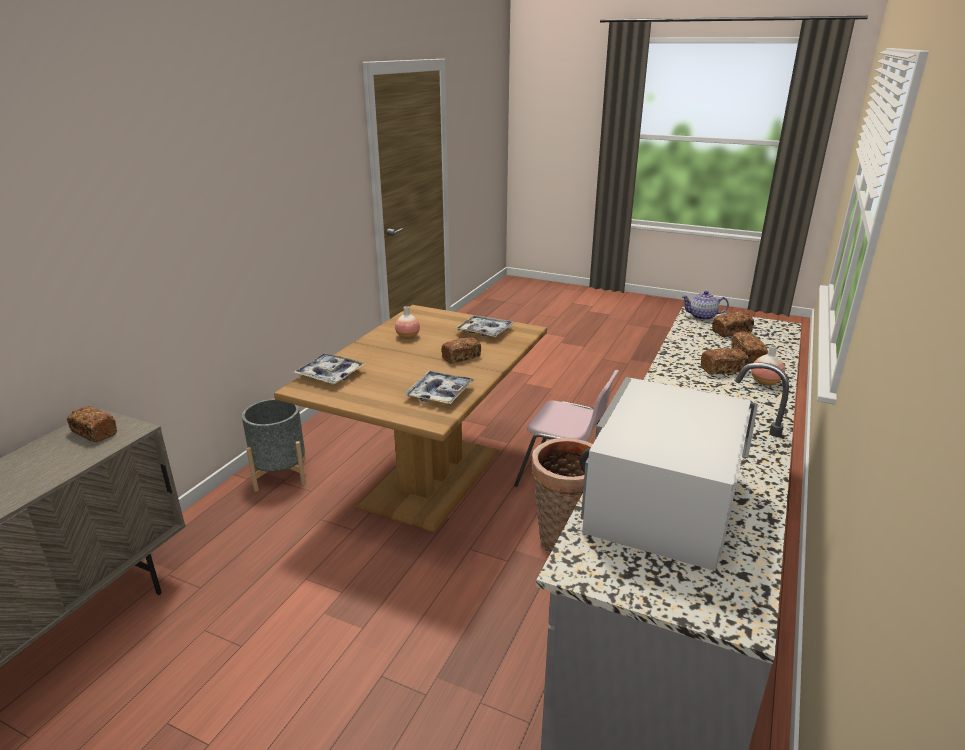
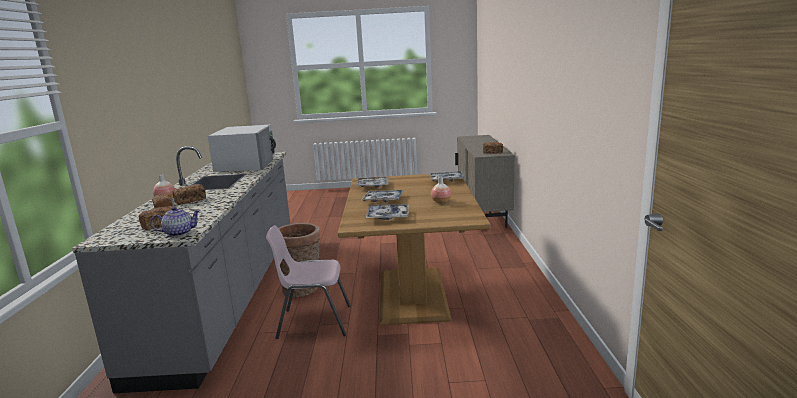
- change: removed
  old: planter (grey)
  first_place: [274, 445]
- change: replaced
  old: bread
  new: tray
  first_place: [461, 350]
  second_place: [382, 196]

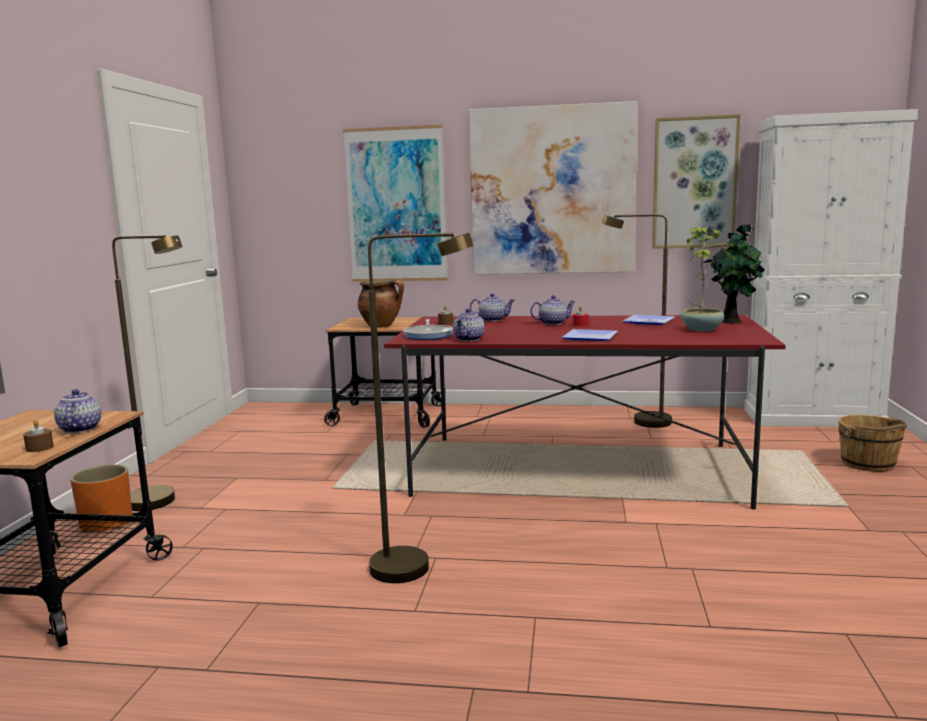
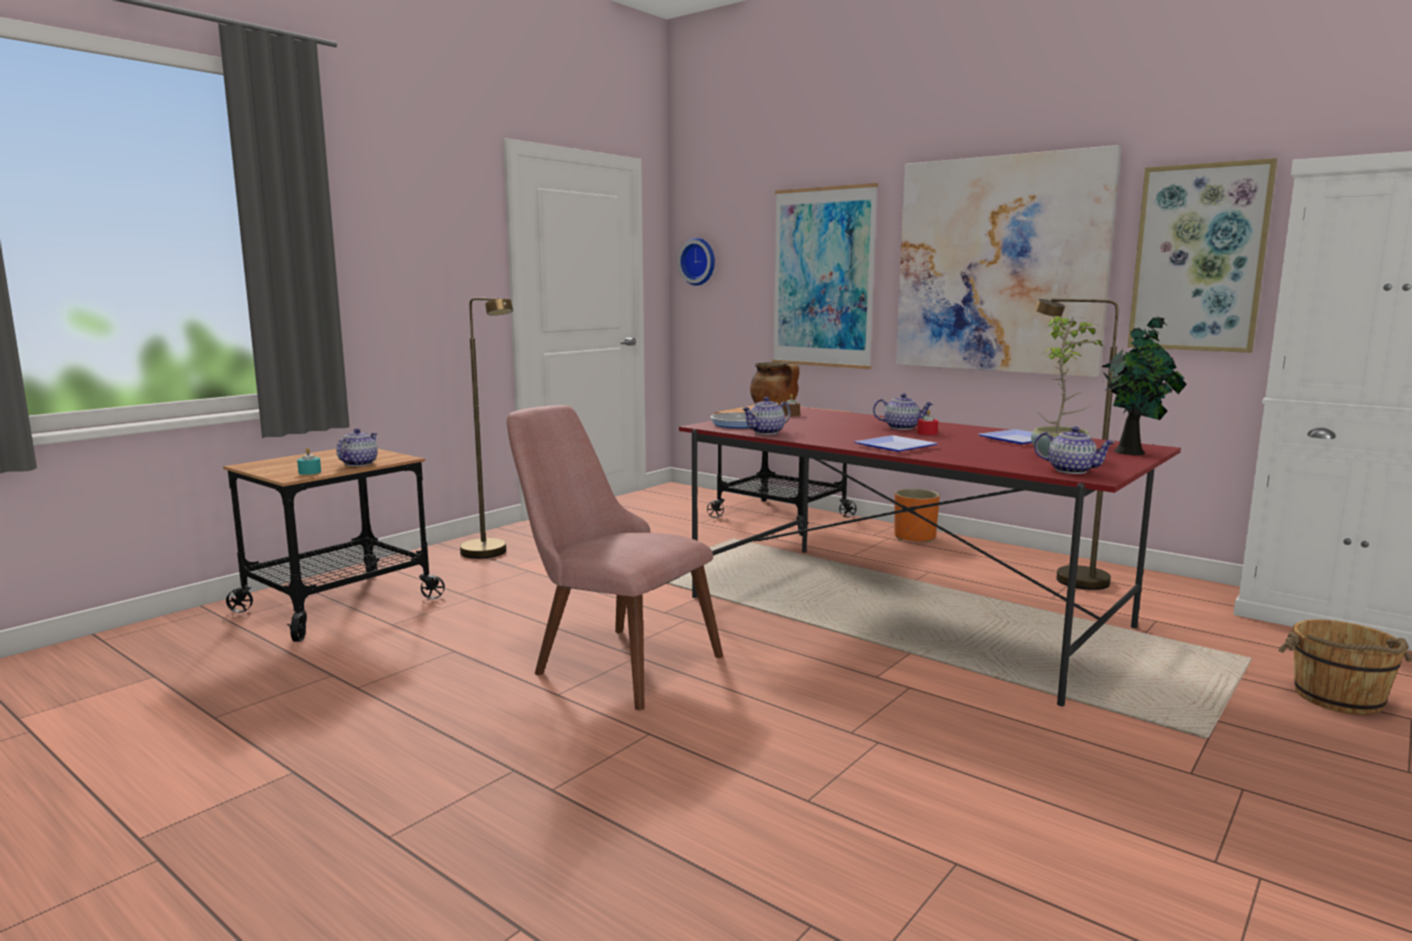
- change: recoloured
  old: candle (brown)
  new: candle (turquoise)
  first_place: [38, 436]
  second_place: [309, 461]
- change: moved
  old: planter (orange)
  first_place: [101, 499]
  second_place: [917, 516]
- change: replaced
  old: floor lamp (brown)
  new: chair (pink)
  first_place: [421, 408]
  second_place: [614, 557]
- change: moved
  old: teapot
  first_place: [492, 307]
  second_place: [1075, 450]
- change: added
  new: wall clock
  second_place: [696, 262]

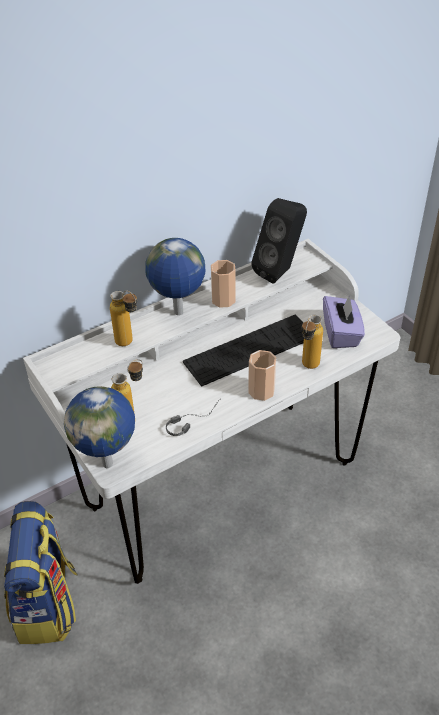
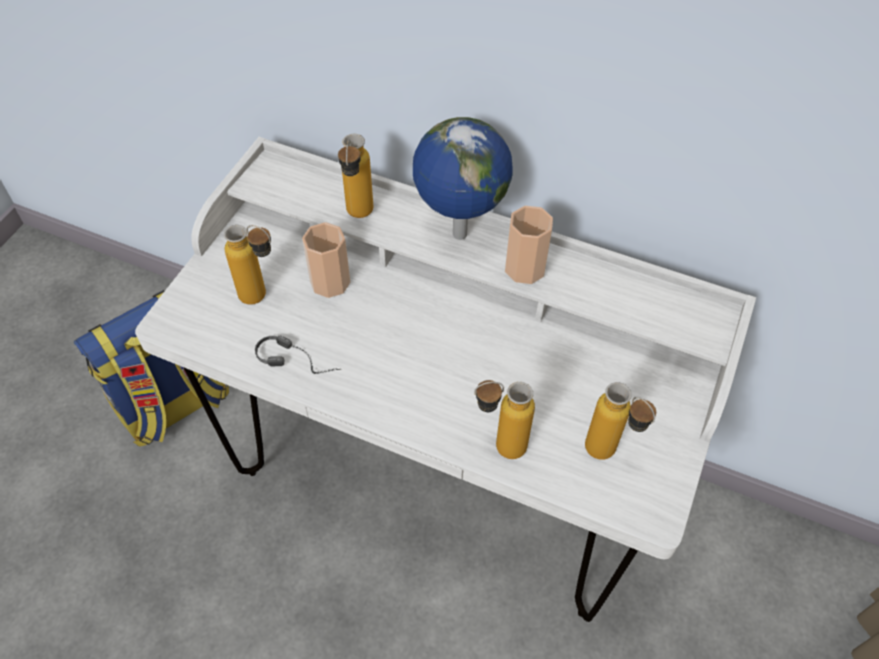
- change: removed
  old: globe
  first_place: [99, 427]
- change: removed
  old: keyboard
  first_place: [243, 350]
- change: moved
  old: cup
  first_place: [262, 375]
  second_place: [326, 260]
- change: removed
  old: speaker (black)
  first_place: [279, 240]
- change: replaced
  old: tissue box (purple)
  new: bottle
  first_place: [344, 321]
  second_place: [620, 421]

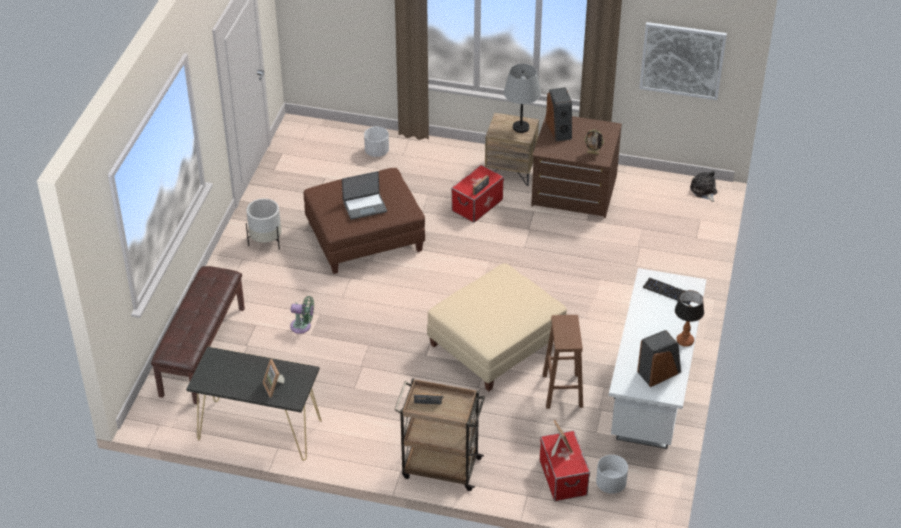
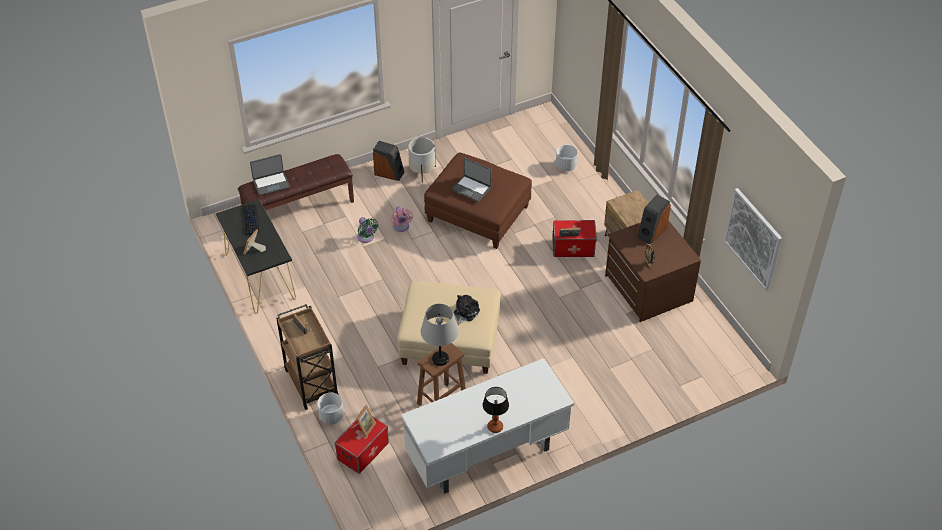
- change: moved
  old: table lamp (grey)
  first_place: [522, 98]
  second_place: [440, 335]
- change: moved
  old: planter (white)
  first_place: [612, 474]
  second_place: [330, 408]
- change: moved
  old: speaker
  first_place: [659, 358]
  second_place: [388, 161]
- change: moved
  old: keyboard
  first_place: [667, 291]
  second_place: [251, 220]
- change: moved
  old: plush toy
  first_place: [703, 186]
  second_place: [467, 310]
- change: added
  new: laptop
  second_place: [270, 175]
- change: added
  new: fan (pink)
  second_place: [401, 219]

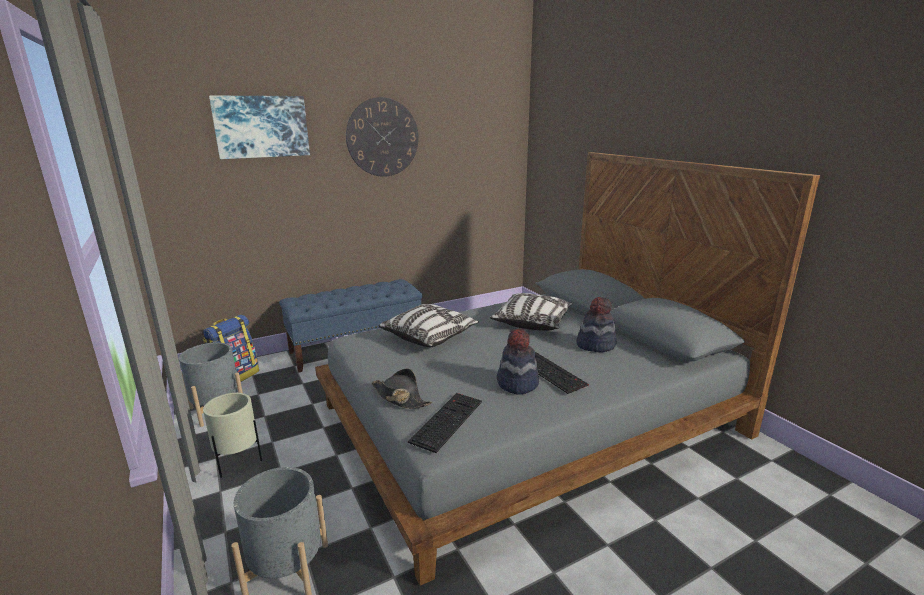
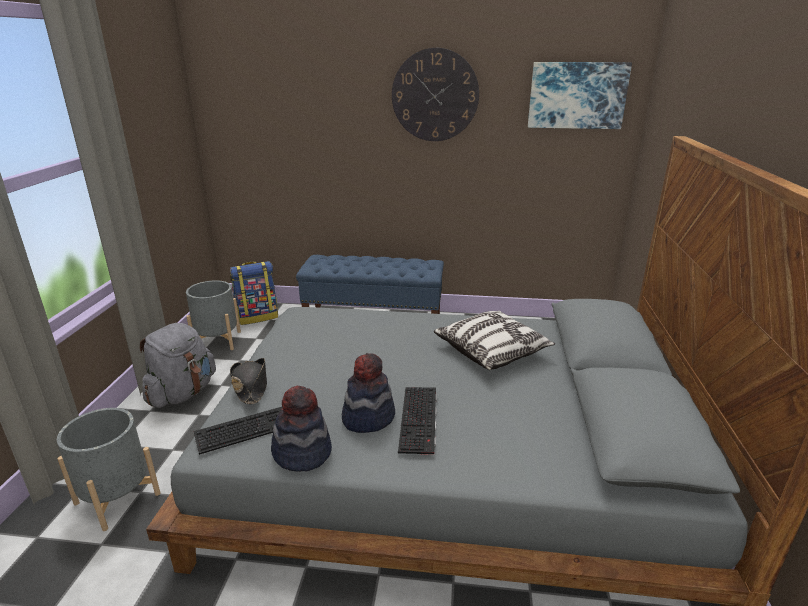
- change: replaced
  old: planter (beige)
  new: backpack (grey)
  first_place: [232, 435]
  second_place: [178, 365]
- change: moved
  old: picture
  first_place: [259, 127]
  second_place: [580, 95]
- change: removed
  old: pillow
  first_place: [428, 325]
- change: moved
  old: hat
  first_place: [596, 324]
  second_place: [301, 429]

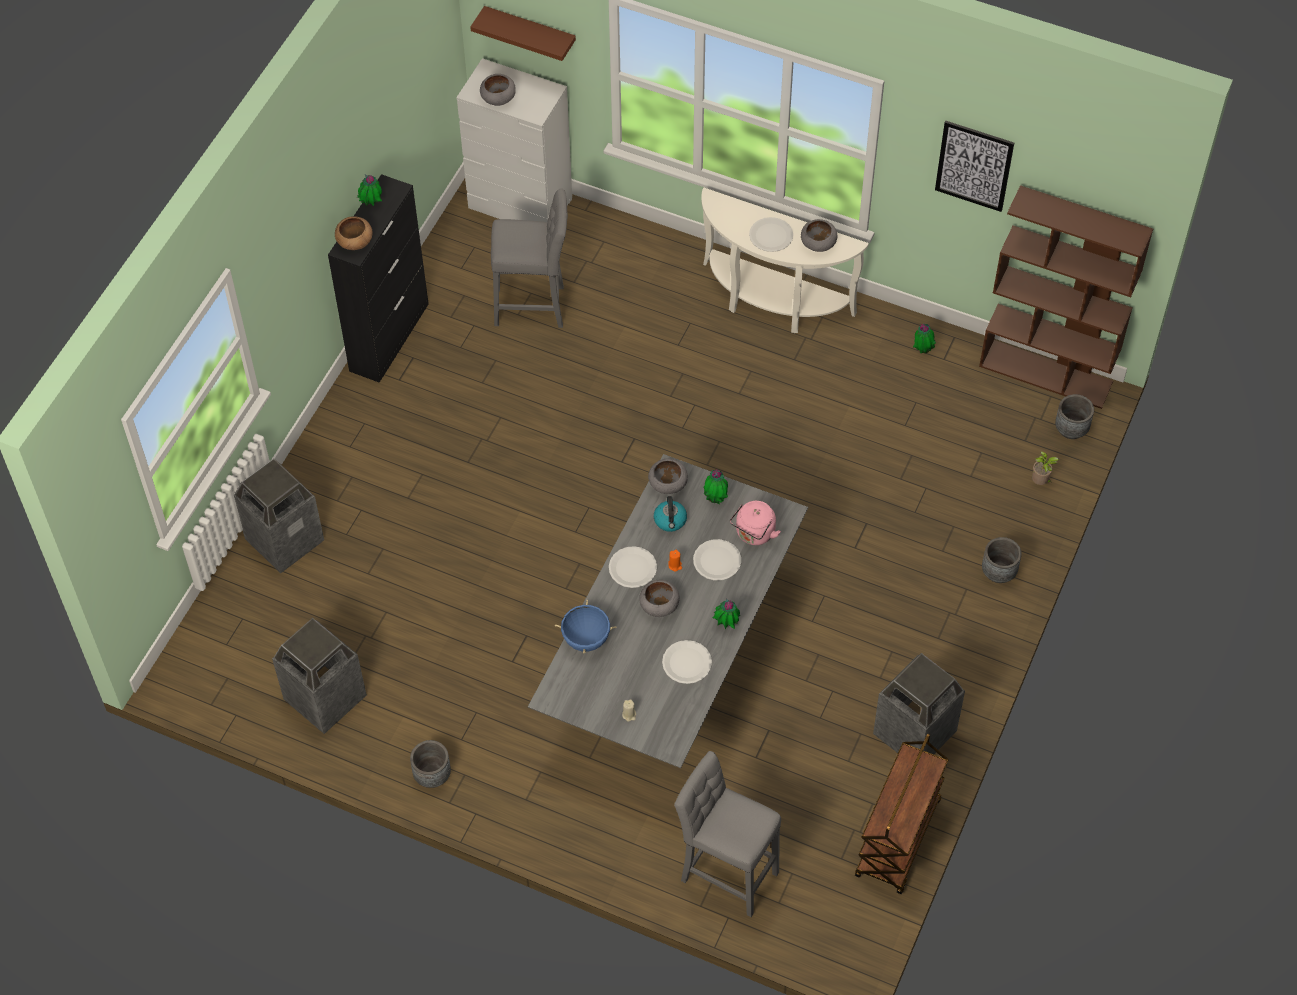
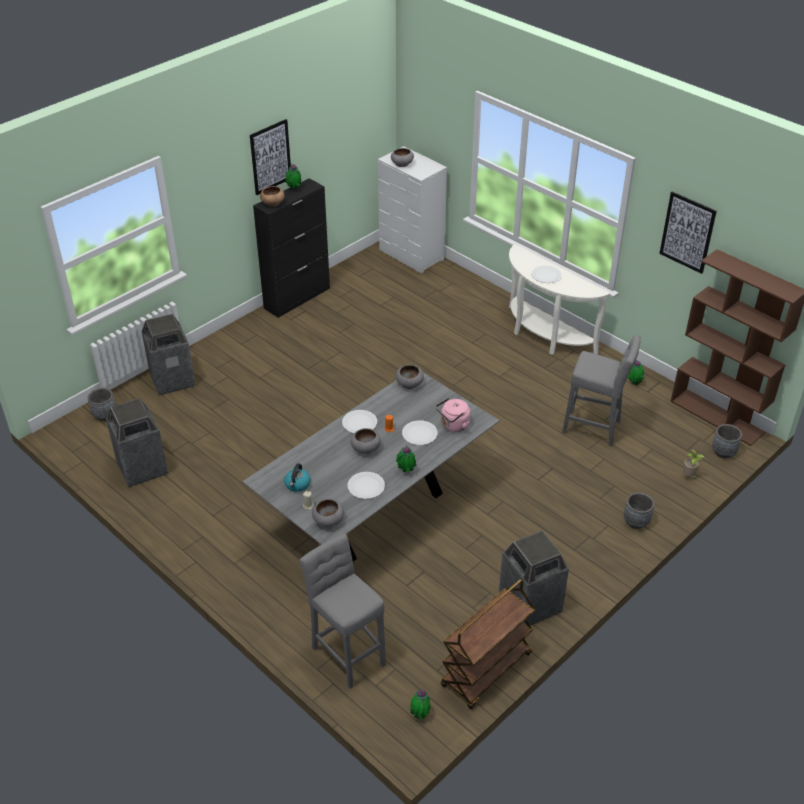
- change: moved
  old: planter (grey)
  first_place: [430, 764]
  second_place: [101, 404]
- change: removed
  old: shelf (brown)
  first_place: [523, 33]
- change: moved
  old: stool (grey)
  first_place: [529, 258]
  second_place: [601, 390]
- change: removed
  old: cooking pot (blue)
  first_place: [585, 626]
- change: moved
  old: kettle
  first_place: [670, 514]
  second_place: [297, 477]
- change: moved
  old: potted plant
  first_place: [715, 487]
  second_place: [420, 704]
- change: moved
  old: bowl (grey)
  first_place: [819, 235]
  second_place: [328, 513]
- change: added
  new: picture
  second_place: [270, 157]

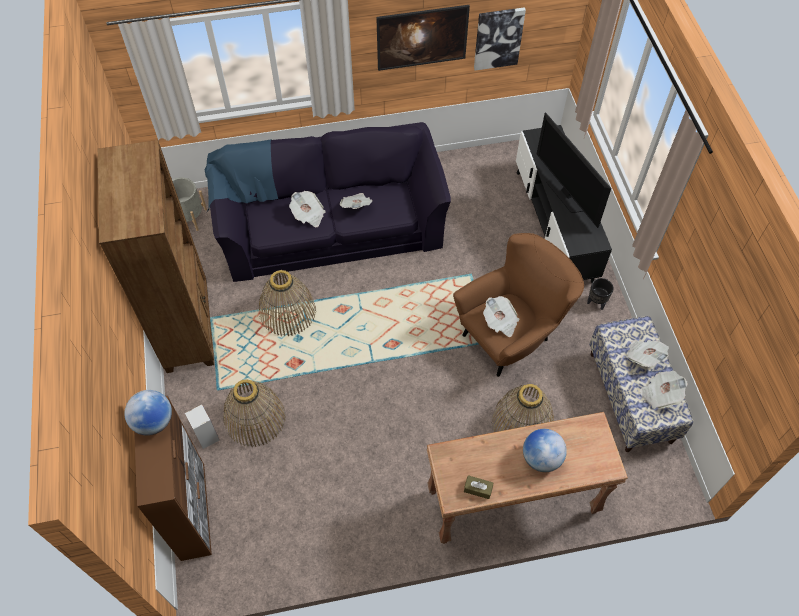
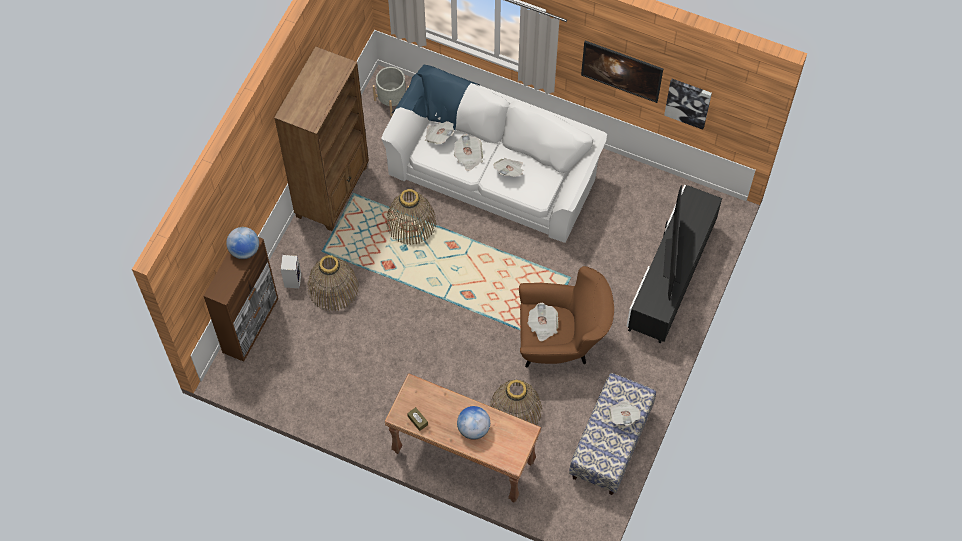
- change: recoloured
  old: sofa (black)
  new: sofa (white)
  first_place: [328, 202]
  second_place: [494, 154]
- change: removed
  old: planter (black)
  first_place: [600, 294]
- change: moved
  old: newspaper
  first_place: [664, 390]
  second_place: [439, 132]

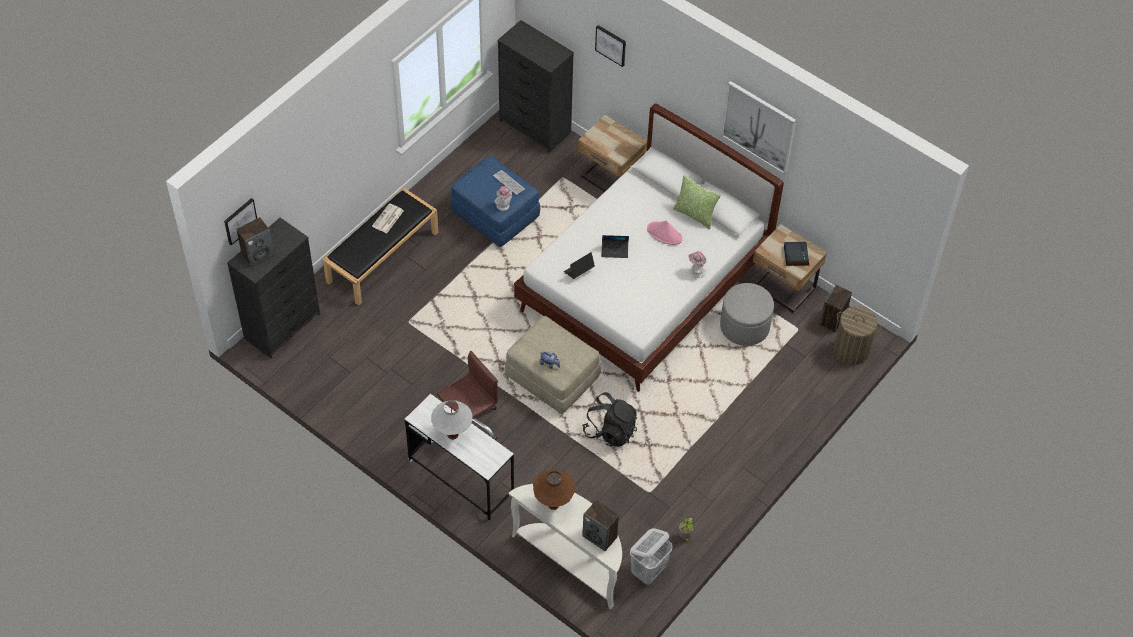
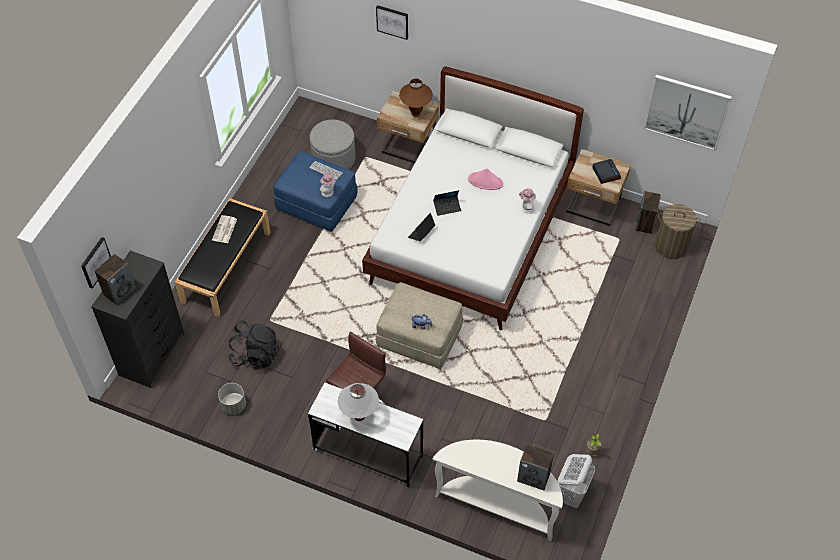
- change: removed
  old: dresser (black)
  first_place: [536, 86]
- change: moved
  old: table lamp (brown)
  first_place: [554, 490]
  second_place: [416, 98]
- change: moved
  old: backpack (black)
  first_place: [609, 419]
  second_place: [253, 344]
- change: removed
  old: pillow
  first_place: [697, 202]
- change: moved
  old: ottoman (grey)
  first_place: [747, 314]
  second_place: [333, 145]
- change: moved
  old: picture
  first_place: [758, 128]
  second_place: [688, 113]
- change: added
  new: planter (grey)
  second_place: [232, 399]

